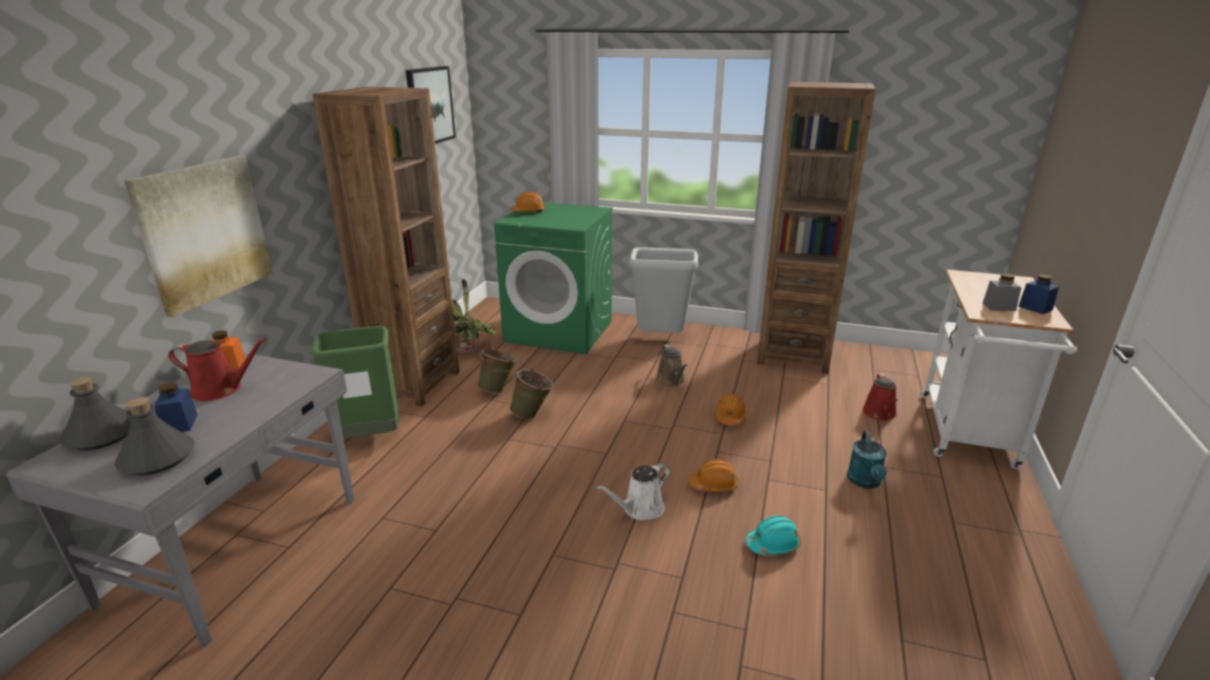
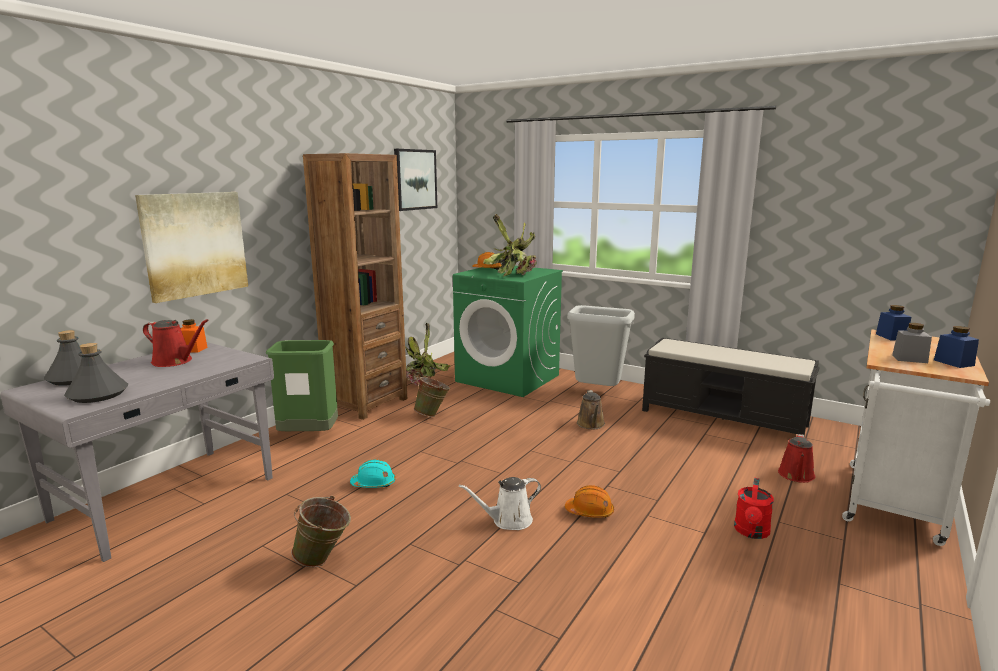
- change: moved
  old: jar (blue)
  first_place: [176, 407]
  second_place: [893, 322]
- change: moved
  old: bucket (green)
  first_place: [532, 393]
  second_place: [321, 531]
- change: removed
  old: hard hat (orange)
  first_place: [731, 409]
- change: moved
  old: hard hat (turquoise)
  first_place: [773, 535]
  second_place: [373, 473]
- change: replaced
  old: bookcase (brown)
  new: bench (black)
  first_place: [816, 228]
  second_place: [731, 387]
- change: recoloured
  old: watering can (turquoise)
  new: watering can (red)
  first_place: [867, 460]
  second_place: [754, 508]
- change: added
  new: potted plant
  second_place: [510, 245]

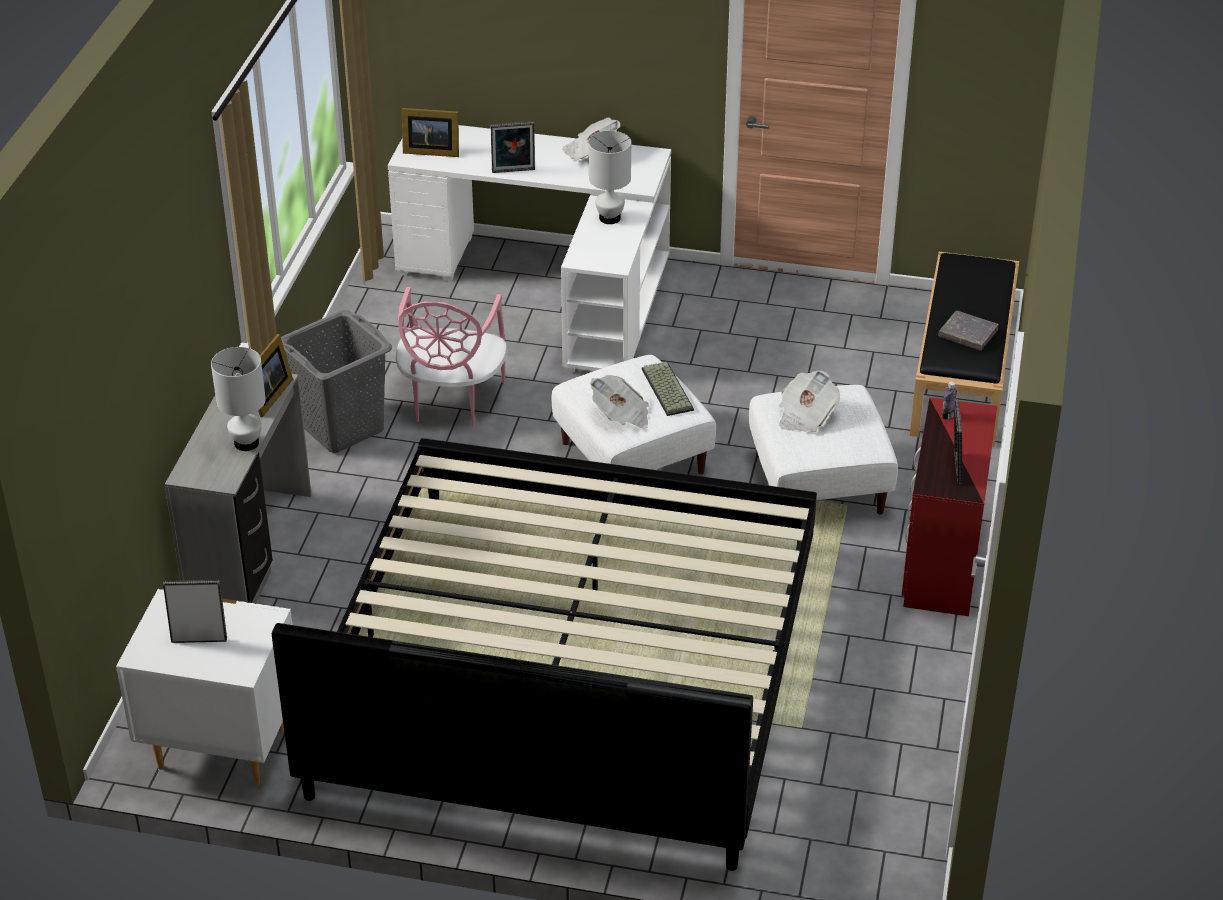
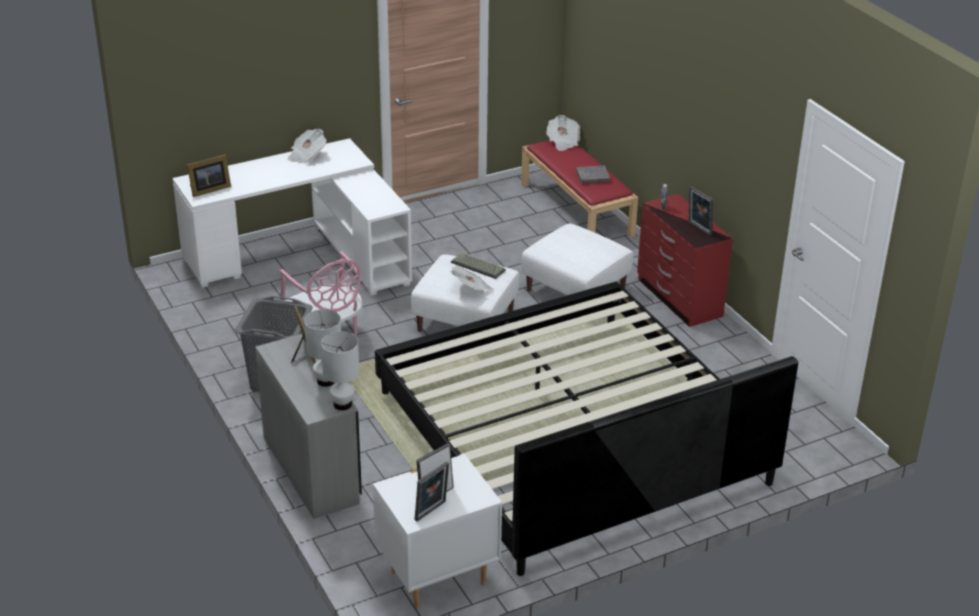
- change: moved
  old: picture frame
  first_place: [513, 147]
  second_place: [432, 491]
- change: moved
  old: table lamp (white)
  first_place: [609, 177]
  second_place: [340, 371]
- change: moved
  old: newspaper
  first_place: [809, 401]
  second_place: [563, 133]
- change: recoloured
  old: bench (black)
  new: bench (red)
  first_place: [964, 349]
  second_place: [579, 188]

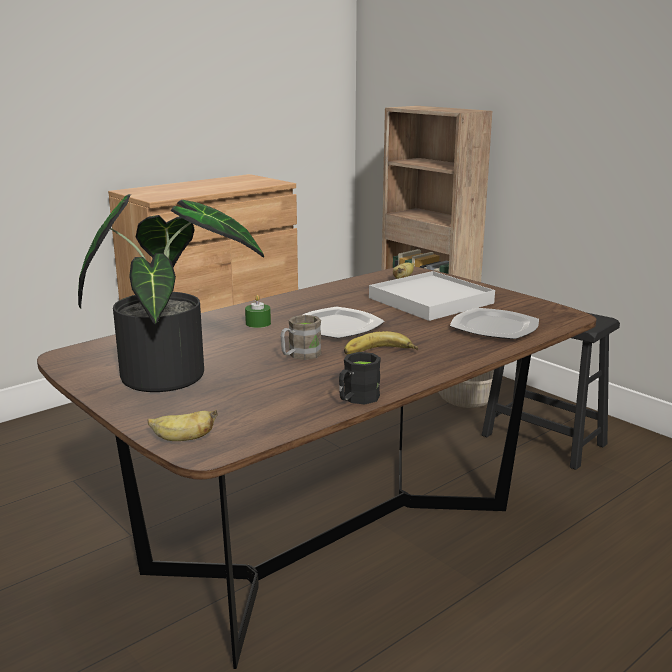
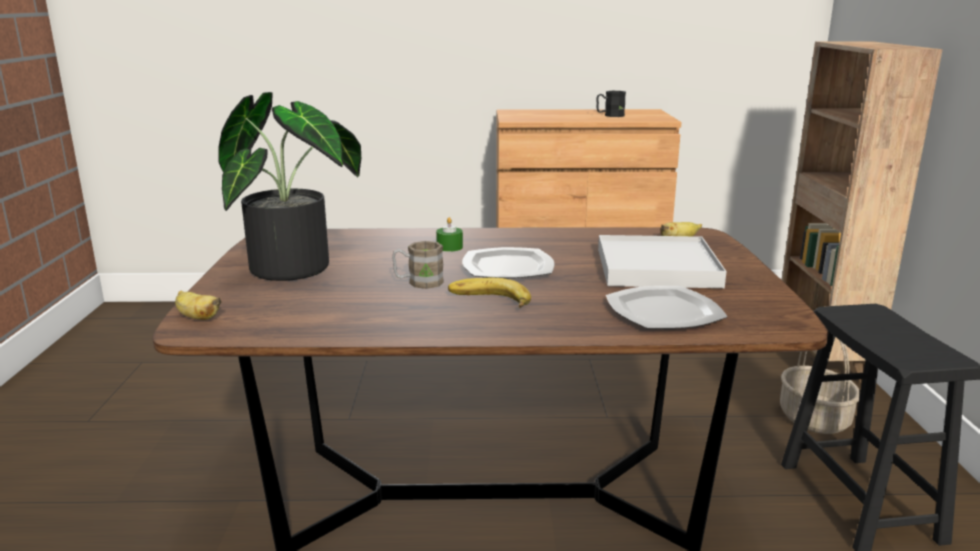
- change: moved
  old: mug (black)
  first_place: [360, 378]
  second_place: [611, 104]

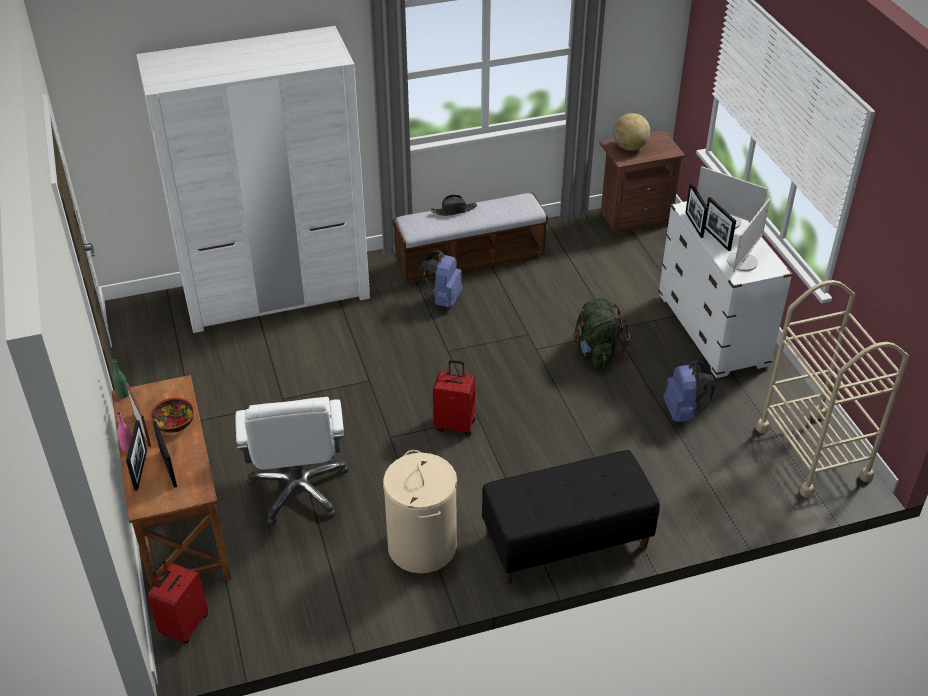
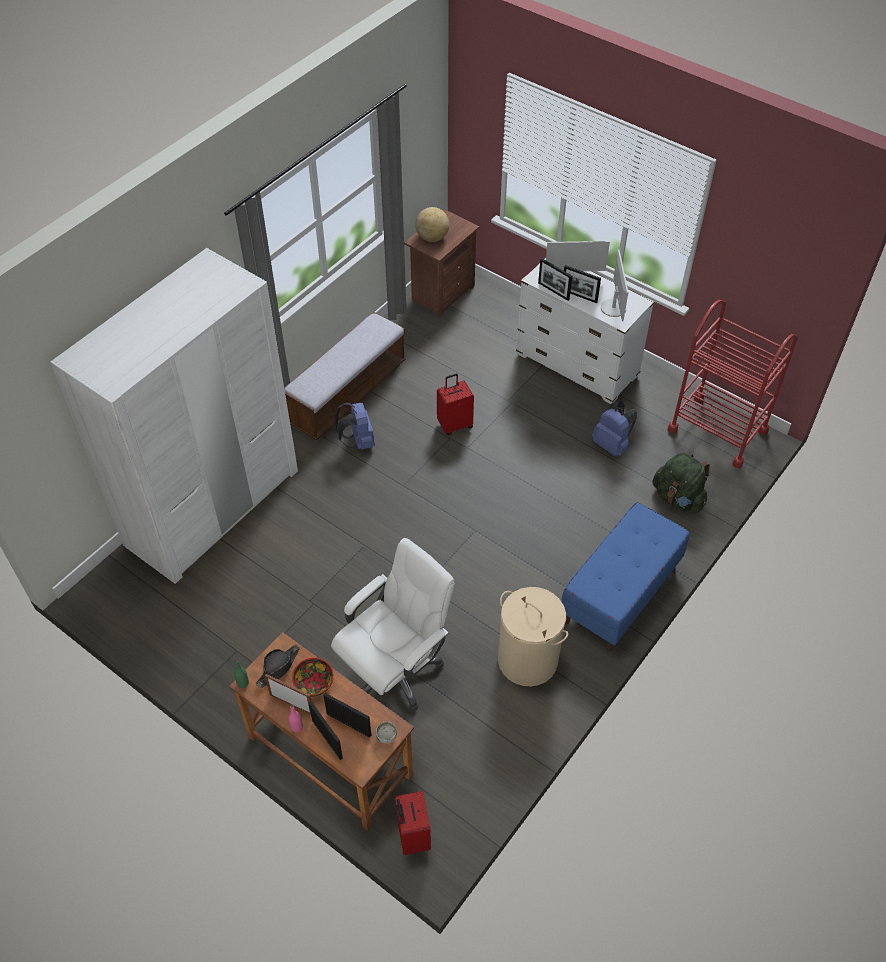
- change: turned
  old: office chair (white)
  first_place: [292, 461]
  second_place: [393, 624]
  degrees: -90
- change: moved
  old: hat (black)
  first_place: [454, 205]
  second_place: [277, 666]
- change: moved
  old: suitcase (red)
  first_place: [454, 398]
  second_place: [455, 404]
- change: recoloured
  old: bench (black)
  new: bench (blue)
  first_place: [571, 517]
  second_place: [625, 576]
- change: moved
  old: backpack (green)
  first_place: [601, 332]
  second_place: [681, 482]
- change: recoloured
  old: cart (beige)
  new: cart (red)
  first_place: [832, 388]
  second_place: [733, 384]
- change: added
  new: bowl
  second_place: [386, 732]

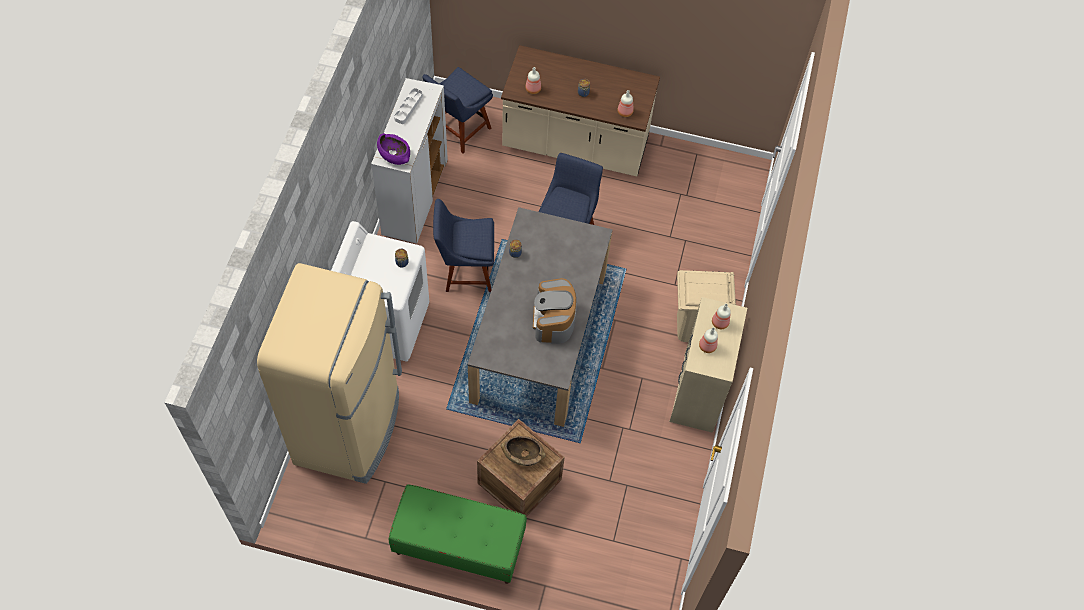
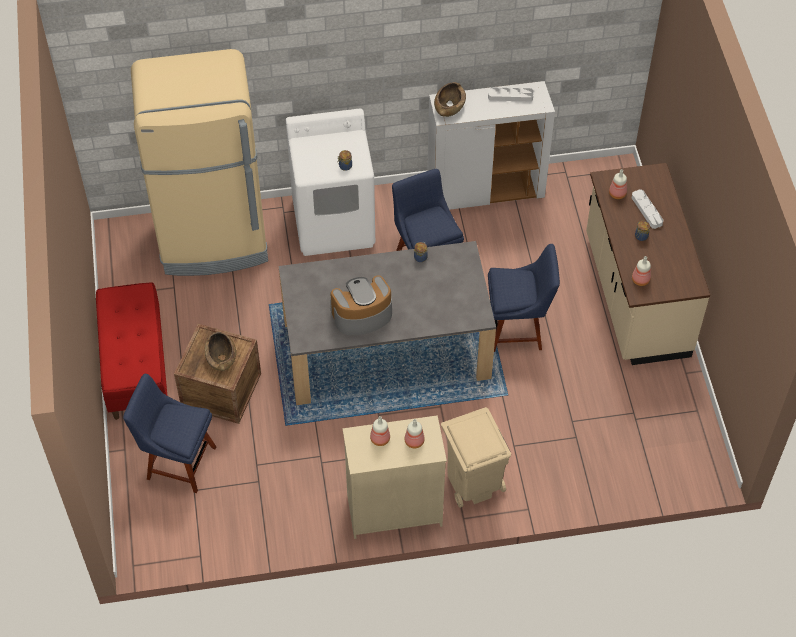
- change: recoloured
  old: bowl (purple)
  new: bowl (brown)
  first_place: [393, 149]
  second_place: [450, 99]
- change: recoloured
  old: bench (green)
  new: bench (red)
  first_place: [458, 534]
  second_place: [131, 351]
- change: moved
  old: chair (blue)
  first_place: [457, 110]
  second_place: [169, 433]
- change: added
  new: tray (white)
  second_place: [647, 209]

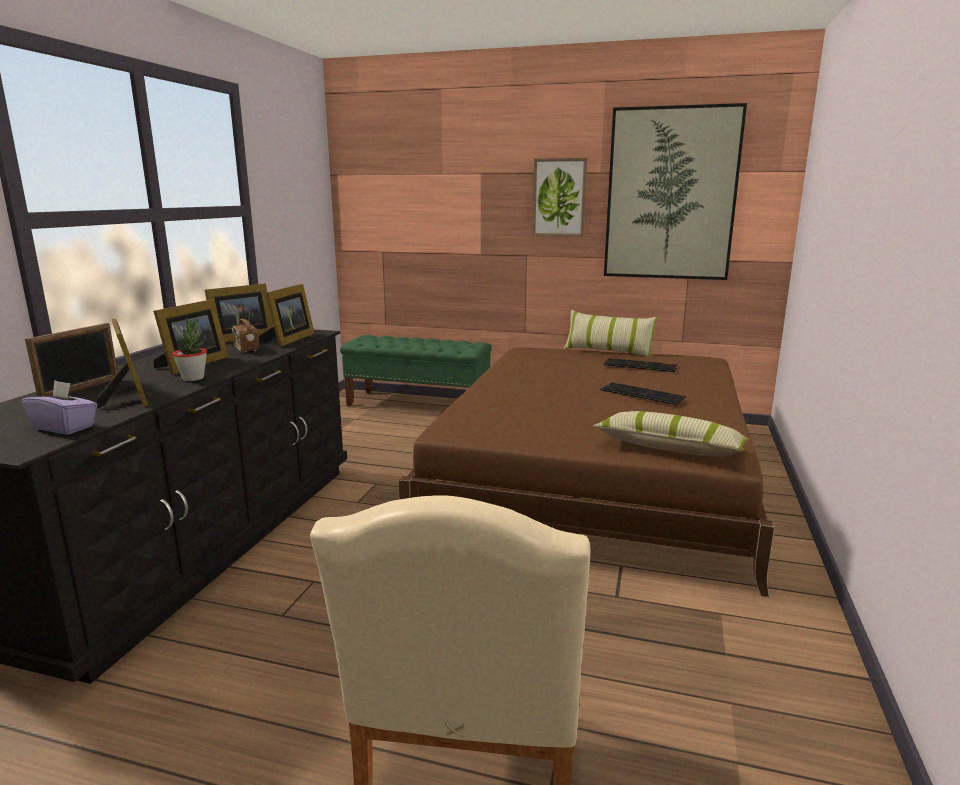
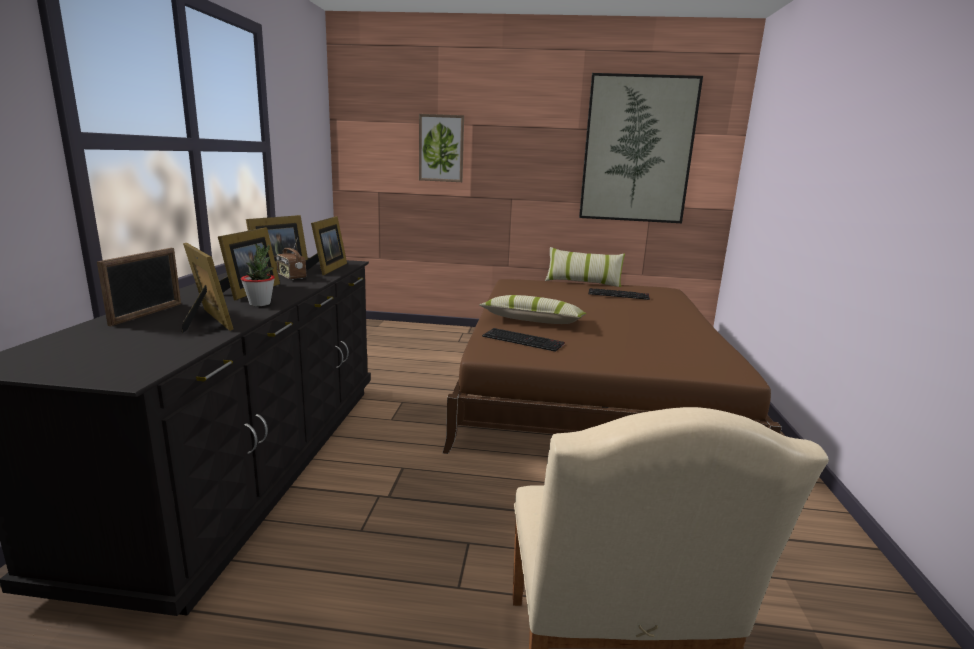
- change: removed
  old: tissue box (purple)
  first_place: [59, 407]
- change: removed
  old: bench (green)
  first_place: [416, 371]
- change: moved
  old: picture
  first_place: [559, 197]
  second_place: [441, 148]
- change: moved
  old: pillow
  first_place: [671, 433]
  second_place: [533, 309]
- change: moved
  old: keyboard
  first_place: [643, 393]
  second_place: [523, 340]

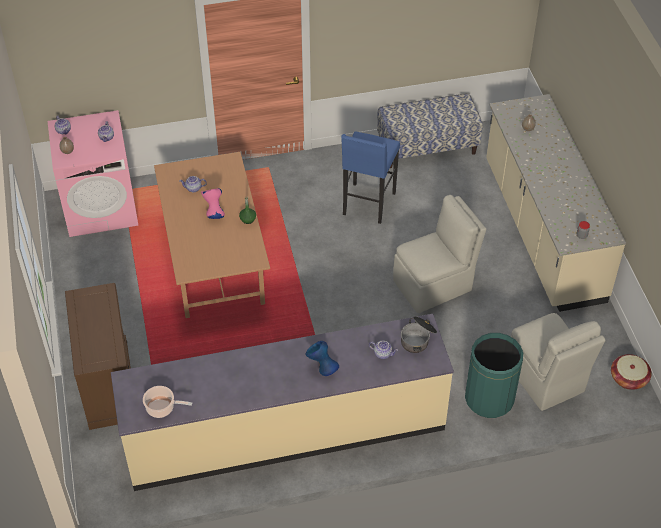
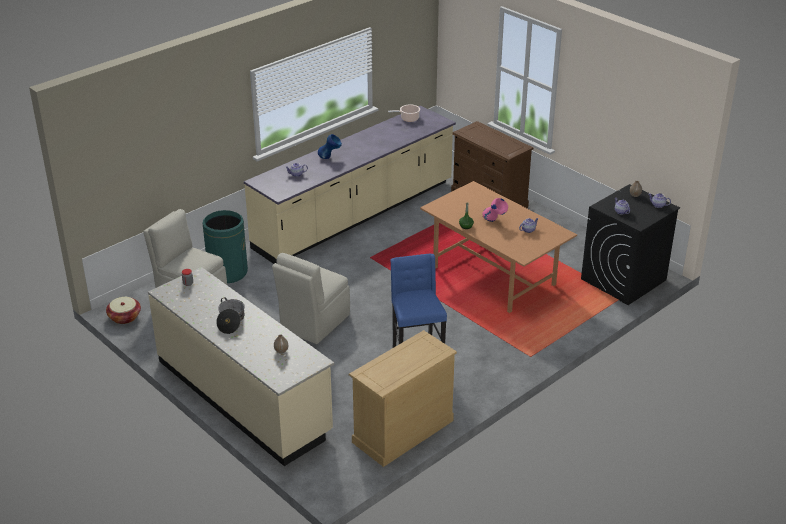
- change: recoloured
  old: washing machine (pink)
  new: washing machine (black)
  first_place: [92, 173]
  second_place: [630, 244]
- change: replaced
  old: bench
  new: dresser (beige)
  first_place: [430, 130]
  second_place: [403, 398]
- change: moved
  old: cooking pot
  first_place: [419, 334]
  second_place: [230, 315]

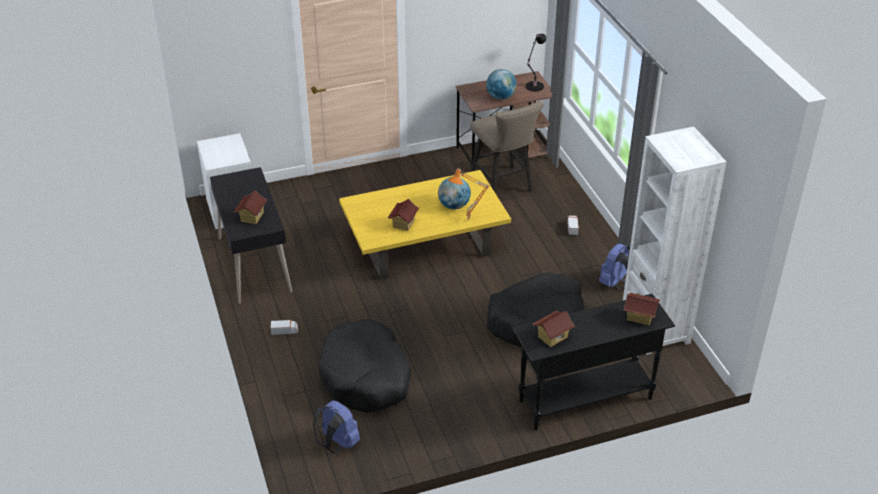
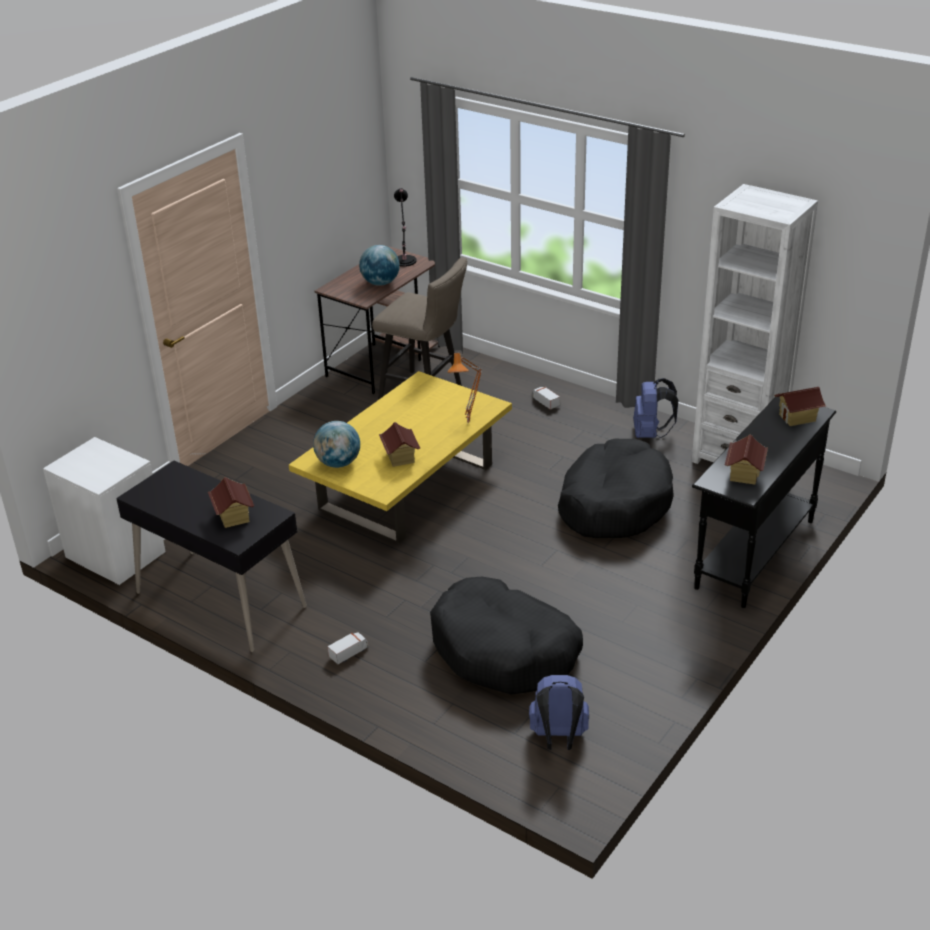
- change: moved
  old: globe
  first_place: [454, 193]
  second_place: [336, 444]

